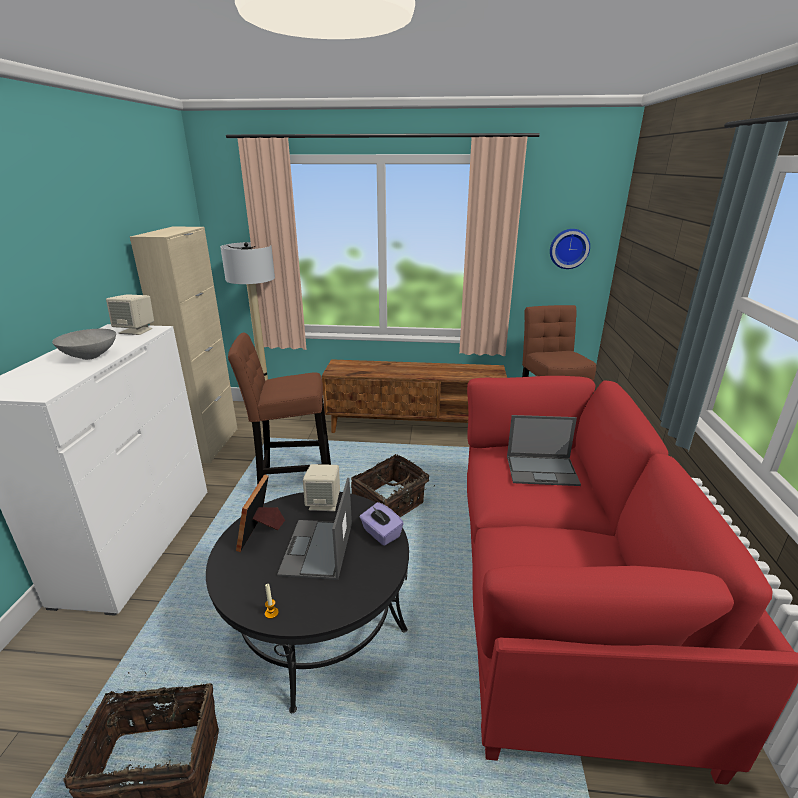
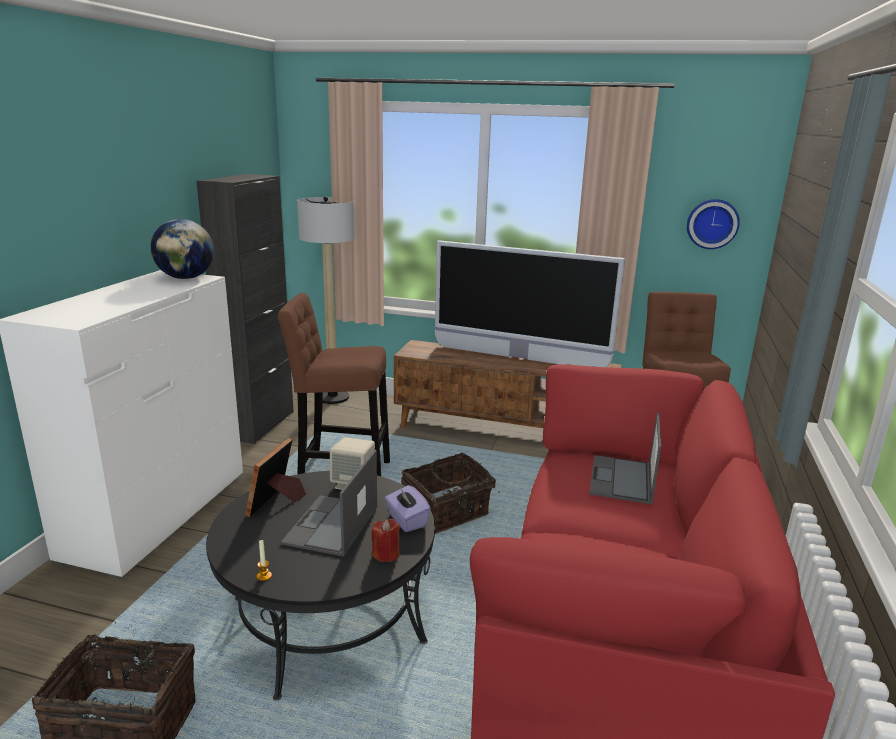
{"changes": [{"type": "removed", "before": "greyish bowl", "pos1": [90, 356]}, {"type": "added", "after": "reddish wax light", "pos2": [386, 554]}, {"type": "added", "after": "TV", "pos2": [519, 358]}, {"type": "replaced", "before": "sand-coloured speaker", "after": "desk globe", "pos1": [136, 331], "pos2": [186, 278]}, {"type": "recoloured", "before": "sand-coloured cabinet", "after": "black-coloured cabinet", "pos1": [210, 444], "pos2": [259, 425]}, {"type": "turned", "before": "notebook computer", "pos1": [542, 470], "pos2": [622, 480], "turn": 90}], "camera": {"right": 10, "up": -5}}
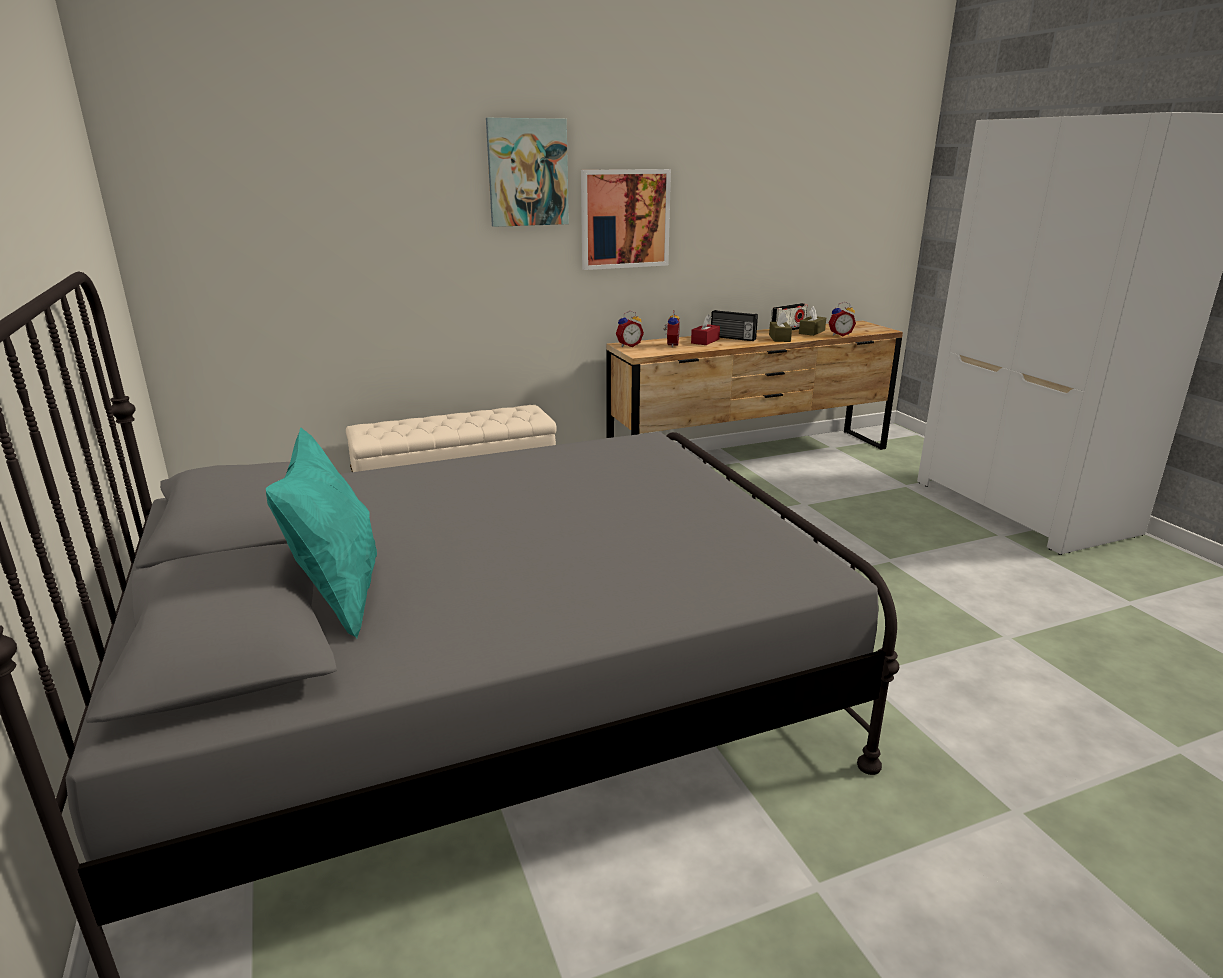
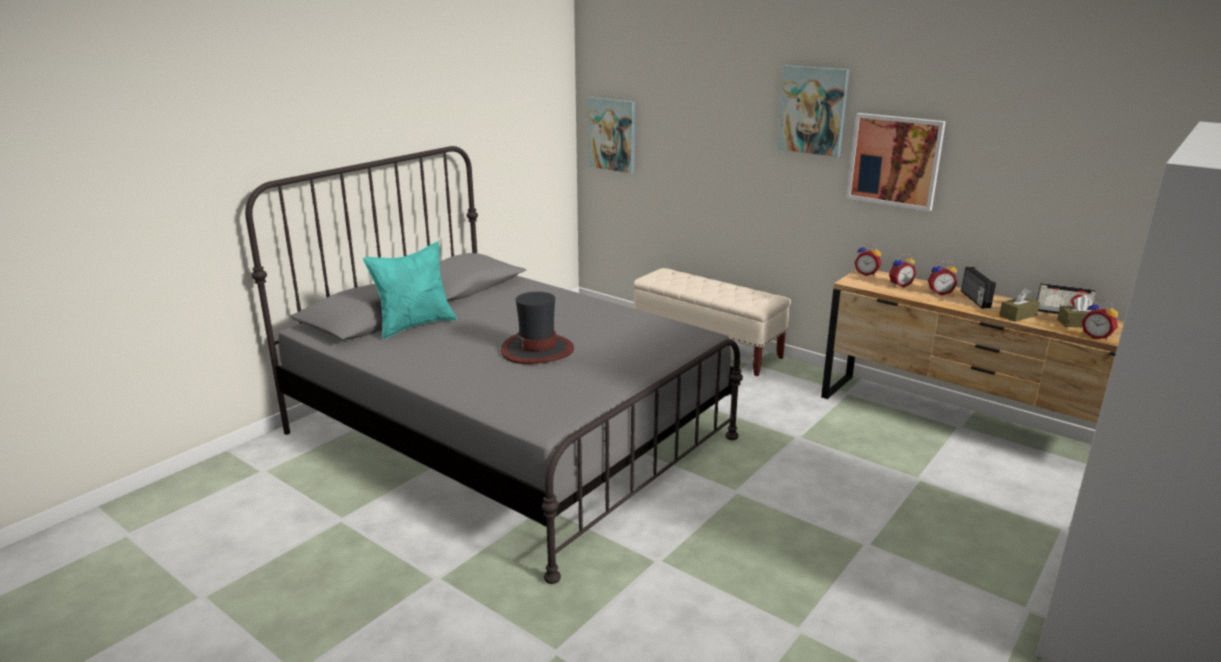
{"changes": [{"type": "added", "after": "hat", "pos2": [537, 350]}, {"type": "added", "after": "picture", "pos2": [612, 134]}, {"type": "replaced", "before": "reddish tissue box", "after": "table clock", "pos1": [705, 341], "pos2": [939, 293]}], "camera": {"right": 60, "up": 0}}
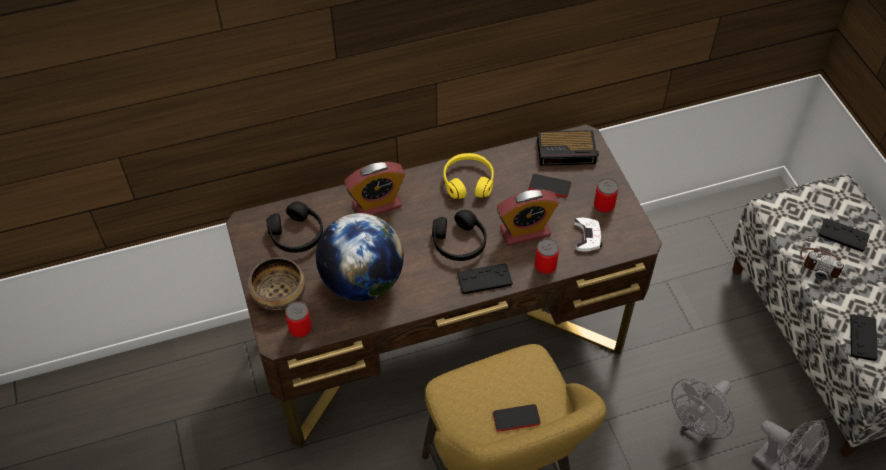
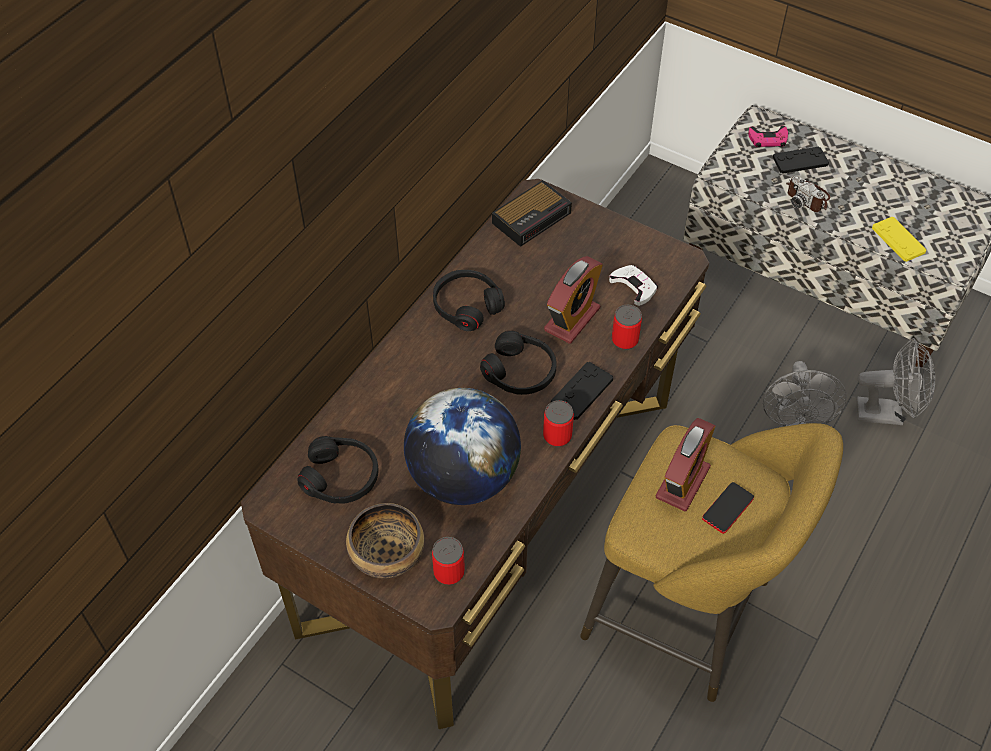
{"changes": [{"type": "removed", "before": "phone", "pos1": [549, 186]}, {"type": "added", "after": "pinkish joypad", "pos2": [768, 139]}, {"type": "moved", "before": "table clock", "pos1": [377, 204], "pos2": [682, 482]}, {"type": "moved", "before": "sealed can", "pos1": [604, 205], "pos2": [557, 436]}, {"type": "recoloured", "before": "yellowish headphones", "after": "black-coloured headphones", "pos1": [468, 181], "pos2": [466, 305]}, {"type": "recoloured", "before": "black-coloured joypad", "after": "yellowish joypad", "pos1": [863, 338], "pos2": [898, 240]}, {"type": "turned", "before": "still camera", "pos1": [821, 264], "pos2": [807, 197], "turn": 60}], "camera": {"right": -40, "up": 0}}
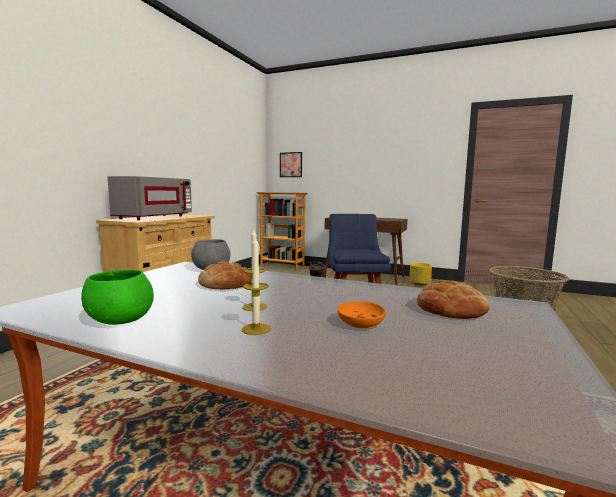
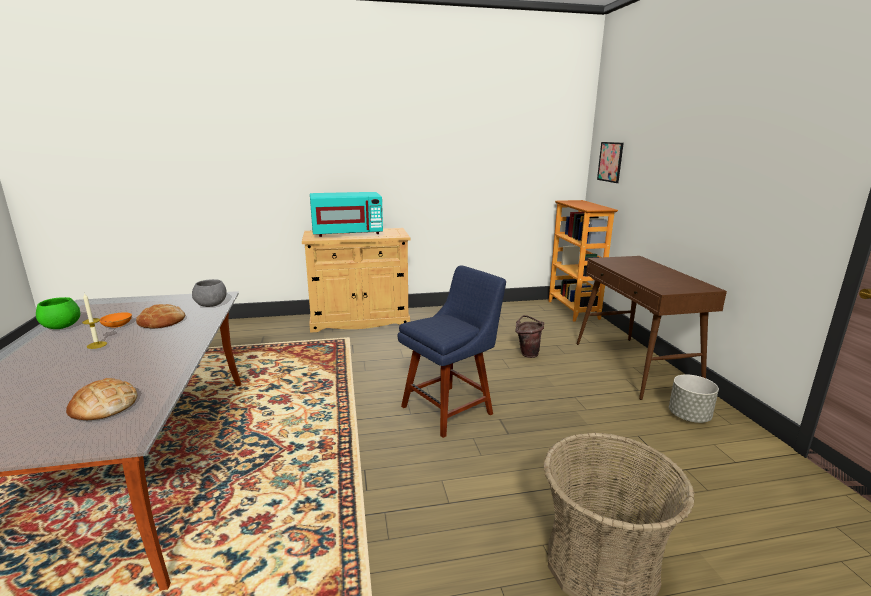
{"changes": [{"type": "removed", "before": "wax light", "pos1": [256, 329]}, {"type": "moved", "before": "orangey bowl", "pos1": [361, 323], "pos2": [117, 325]}, {"type": "recoloured", "before": "greyish microwave", "after": "turquoise microwave", "pos1": [153, 217], "pos2": [347, 233]}, {"type": "recoloured", "before": "yellowish flower pot", "after": "greyish flower pot", "pos1": [419, 284], "pos2": [689, 417]}], "camera": {"right": 55, "up": 10}}
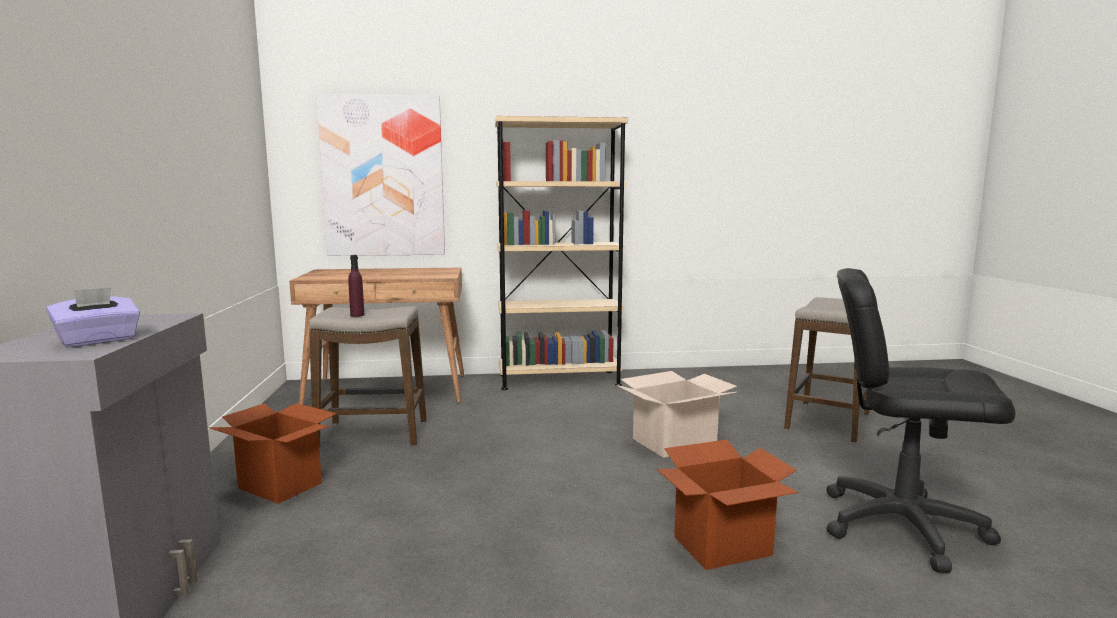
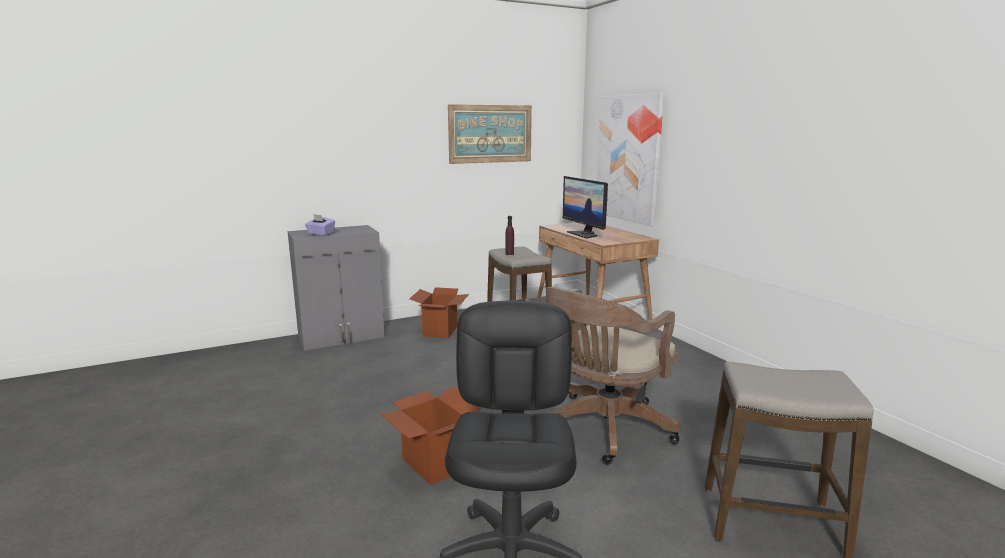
{"changes": [{"type": "removed", "before": "sand-coloured bookcase", "pos1": [559, 380]}, {"type": "added", "after": "picture", "pos2": [490, 134]}, {"type": "added", "after": "computer screen", "pos2": [584, 234]}, {"type": "replaced", "before": "carton", "after": "brownish desk chair", "pos1": [674, 442], "pos2": [603, 429]}], "camera": {"right": 70, "up": 5}}
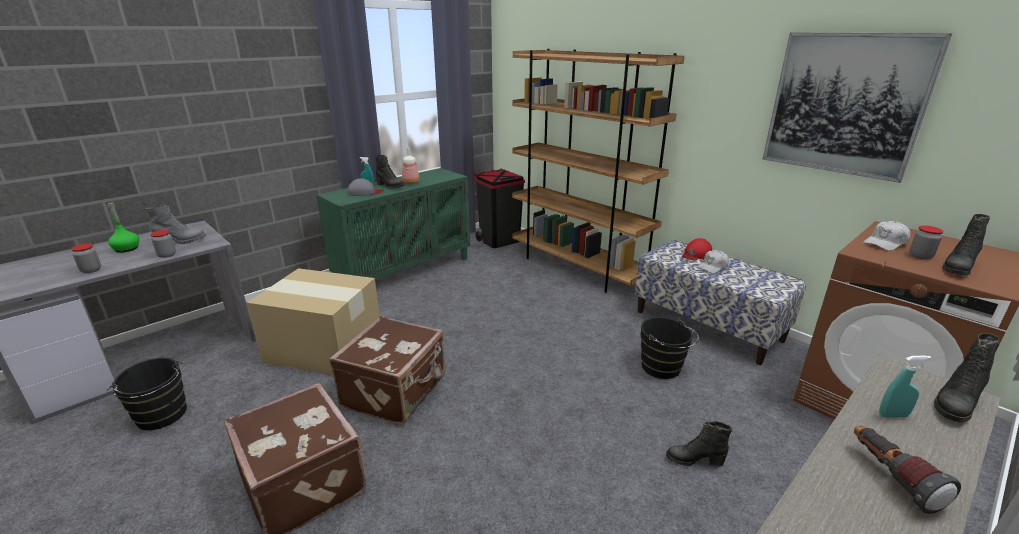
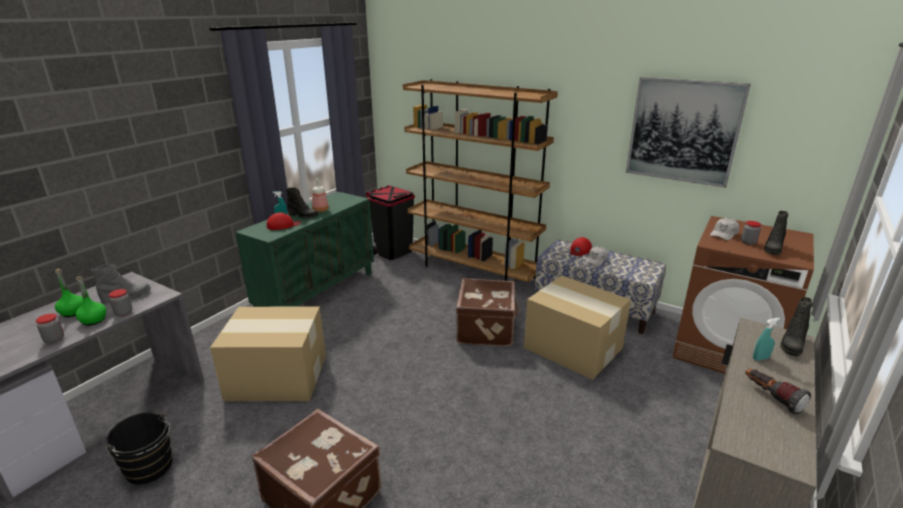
{"changes": [{"type": "removed", "before": "black-coloured tall boot", "pos1": [694, 460]}, {"type": "added", "after": "greenish bottle", "pos2": [93, 320]}, {"type": "moved", "before": "brownish suitcase", "pos1": [396, 391], "pos2": [487, 329]}, {"type": "replaced", "before": "black-coloured pail", "after": "carton", "pos1": [663, 369], "pos2": [574, 348]}, {"type": "recoloured", "before": "greyish baseball cap", "after": "reddish baseball cap", "pos1": [365, 192], "pos2": [283, 225]}], "camera": {"right": -15, "up": 0}}
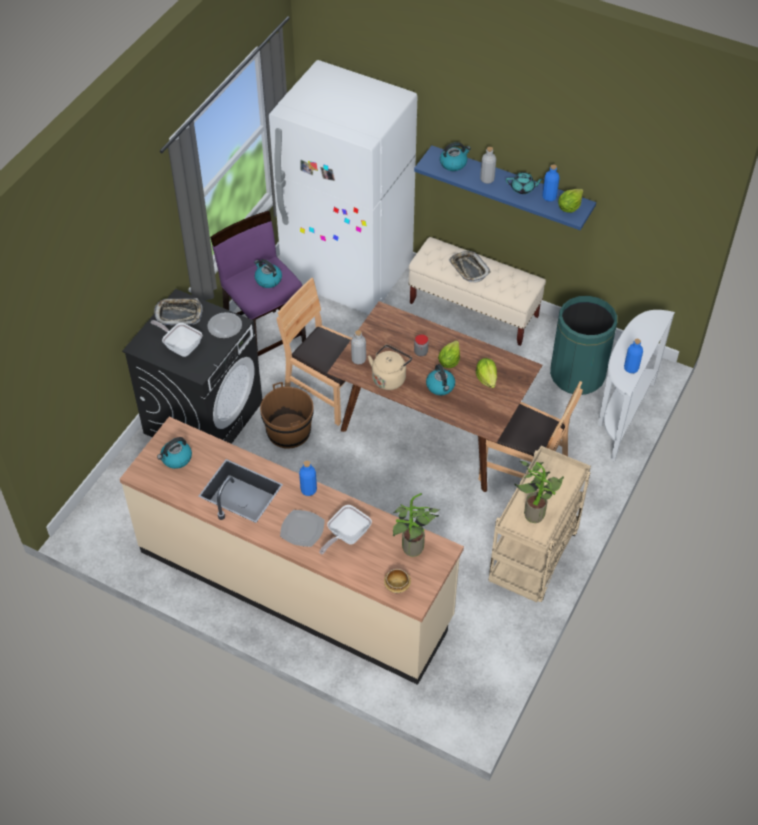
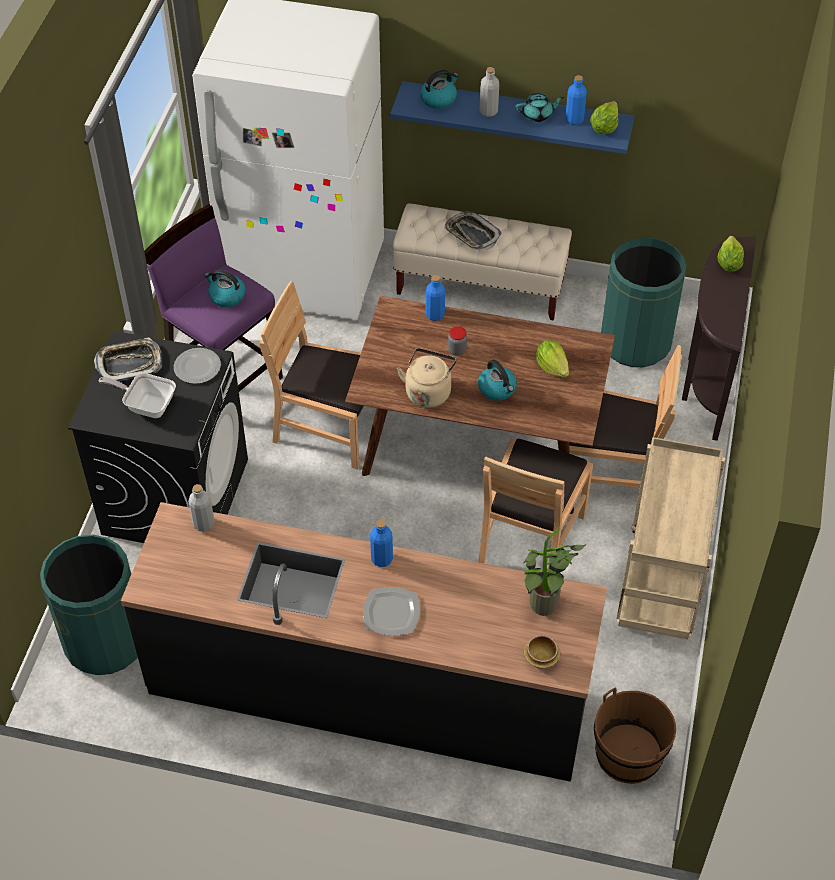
{"changes": [{"type": "removed", "before": "kettle", "pos1": [176, 459]}, {"type": "removed", "before": "skillet", "pos1": [346, 536]}, {"type": "removed", "before": "potted plant", "pos1": [536, 513]}, {"type": "added", "after": "greenish trash can", "pos2": [105, 641]}, {"type": "added", "after": "brownish plain chair", "pos2": [530, 537]}, {"type": "moved", "before": "brownish pail", "pos1": [289, 431], "pos2": [628, 754]}, {"type": "moved", "before": "greyish bottle", "pos1": [358, 359], "pos2": [203, 524]}, {"type": "moved", "before": "lettuce head", "pos1": [449, 361], "pos2": [728, 263]}, {"type": "moved", "before": "blue bottle", "pos1": [631, 368], "pos2": [435, 315]}, {"type": "recoloured", "before": "sand-coloured kitchen base unit", "after": "black-coloured kitchen base unit", "pos1": [295, 584], "pos2": [369, 688]}, {"type": "recoloured", "before": "whitish hall table", "after": "brownish hall table", "pos1": [621, 416], "pos2": [706, 382]}], "camera": {"right": -15, "up": 0}}
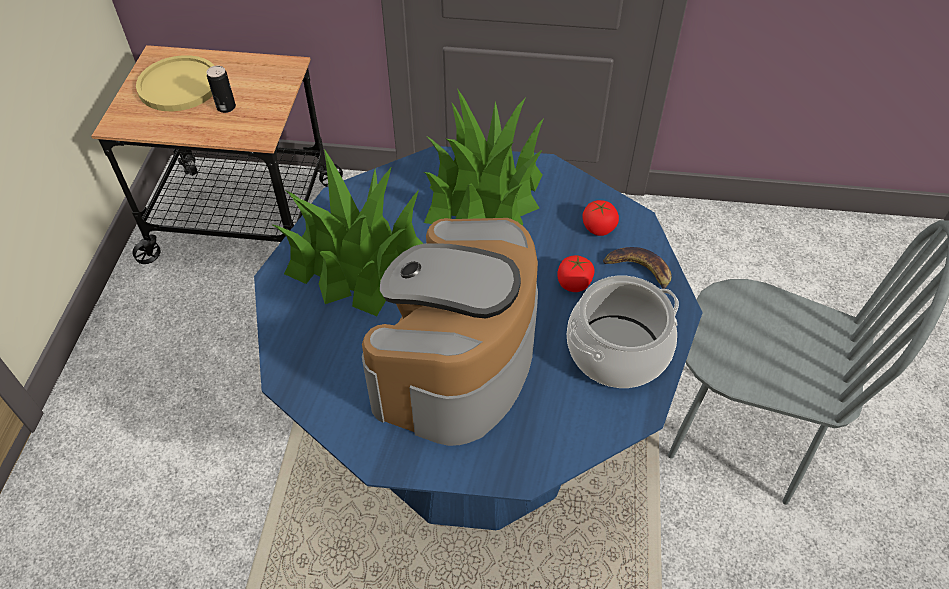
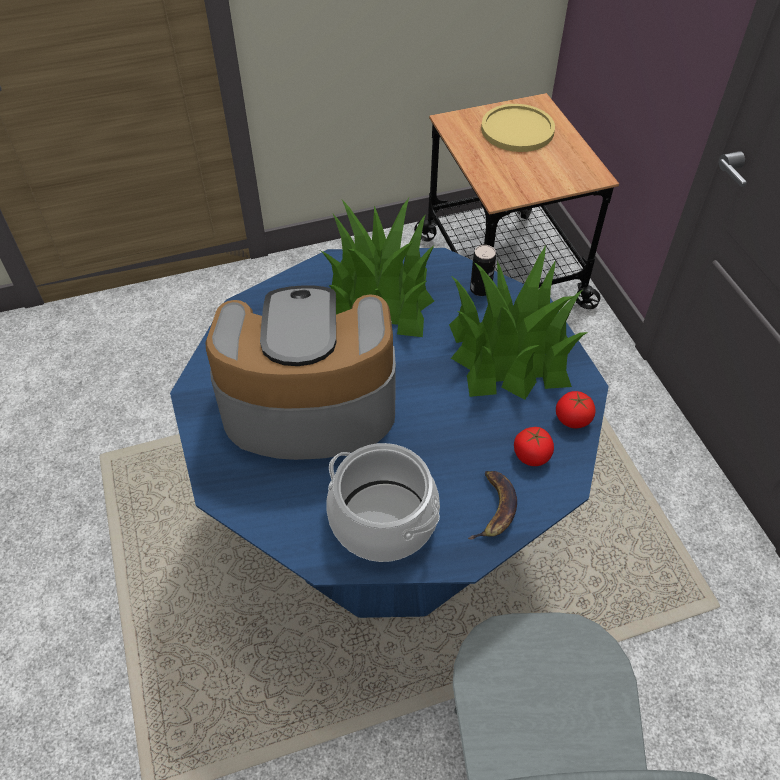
{"changes": [{"type": "moved", "before": "sealed can", "pos1": [226, 107], "pos2": [480, 289]}, {"type": "moved", "before": "tomato", "pos1": [574, 283], "pos2": [572, 419]}], "camera": {"right": 65, "up": 0}}
